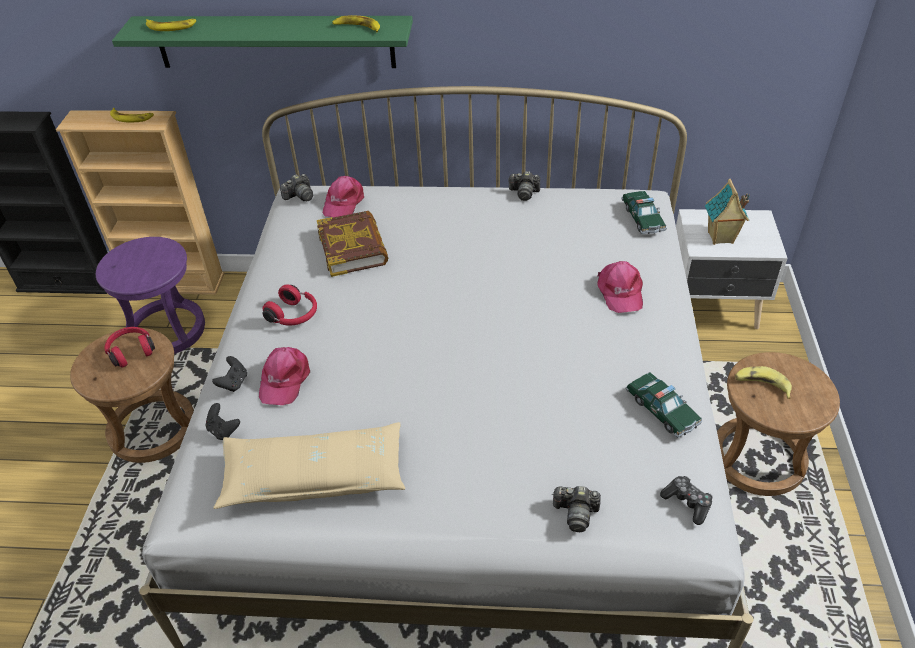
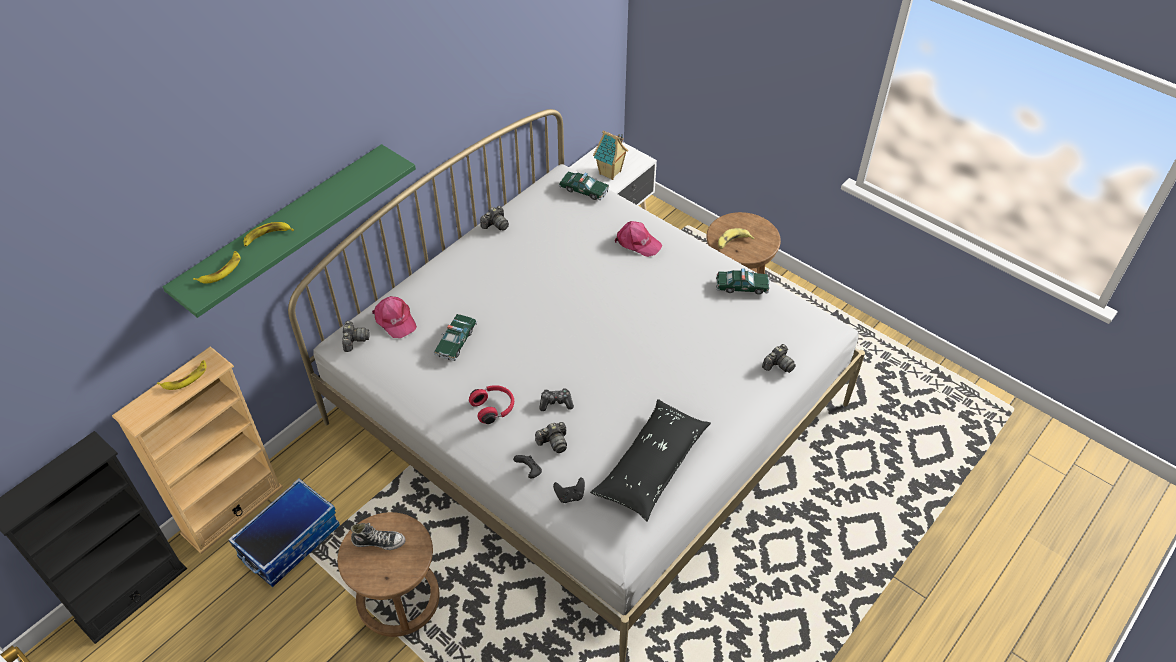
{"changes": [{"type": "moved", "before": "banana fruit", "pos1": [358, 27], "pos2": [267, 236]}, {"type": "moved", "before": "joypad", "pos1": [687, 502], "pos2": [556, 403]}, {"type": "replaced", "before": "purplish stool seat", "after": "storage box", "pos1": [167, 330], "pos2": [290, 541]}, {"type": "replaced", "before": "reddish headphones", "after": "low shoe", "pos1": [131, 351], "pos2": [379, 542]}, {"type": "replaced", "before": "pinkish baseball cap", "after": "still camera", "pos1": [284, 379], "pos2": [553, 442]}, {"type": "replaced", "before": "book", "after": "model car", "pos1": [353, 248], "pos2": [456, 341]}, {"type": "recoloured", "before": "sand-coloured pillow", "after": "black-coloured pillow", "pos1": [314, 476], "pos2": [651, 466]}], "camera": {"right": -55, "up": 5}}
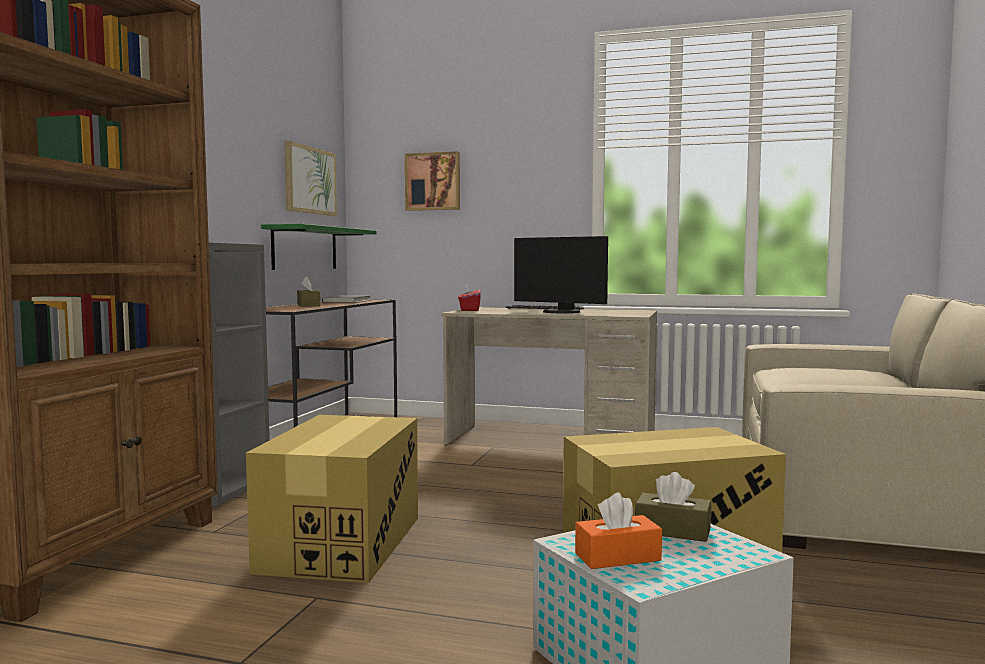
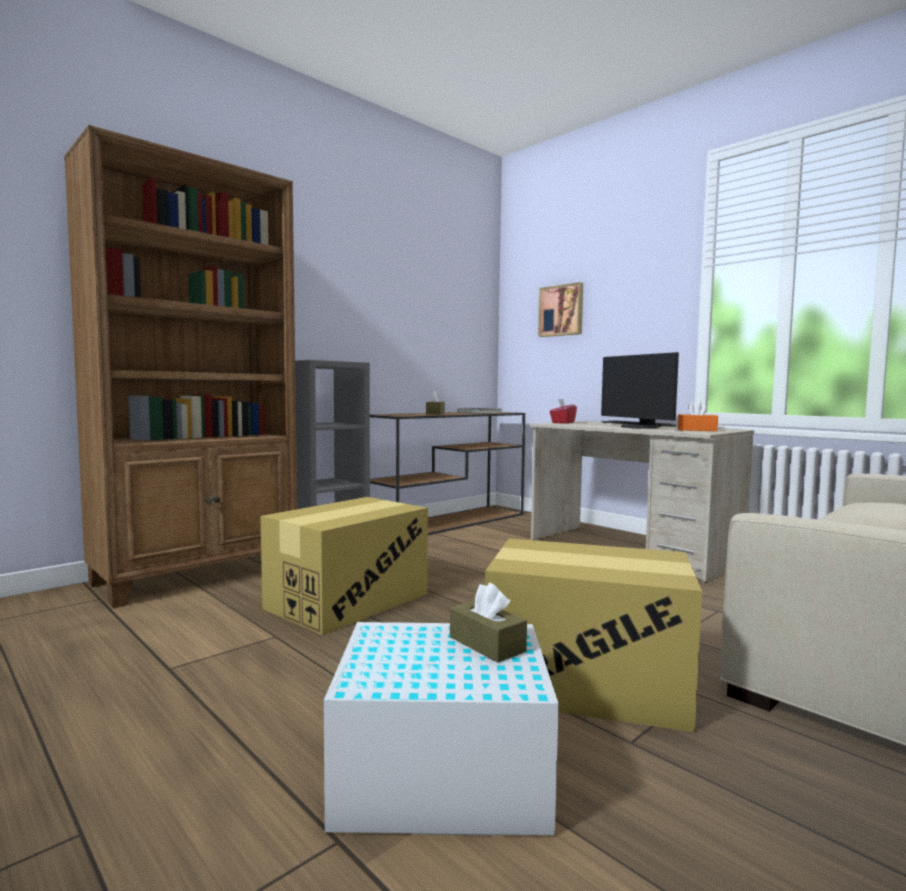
{"changes": [{"type": "removed", "before": "greenish shelf", "pos1": [305, 248]}, {"type": "removed", "before": "picture", "pos1": [309, 180]}, {"type": "moved", "before": "orangey tissue box", "pos1": [617, 557], "pos2": [697, 430]}], "camera": {"right": 30, "up": 0}}
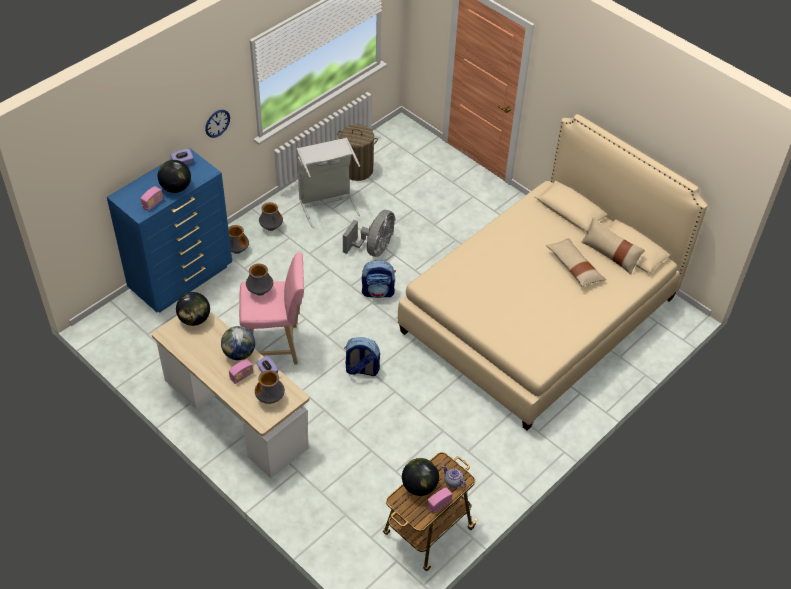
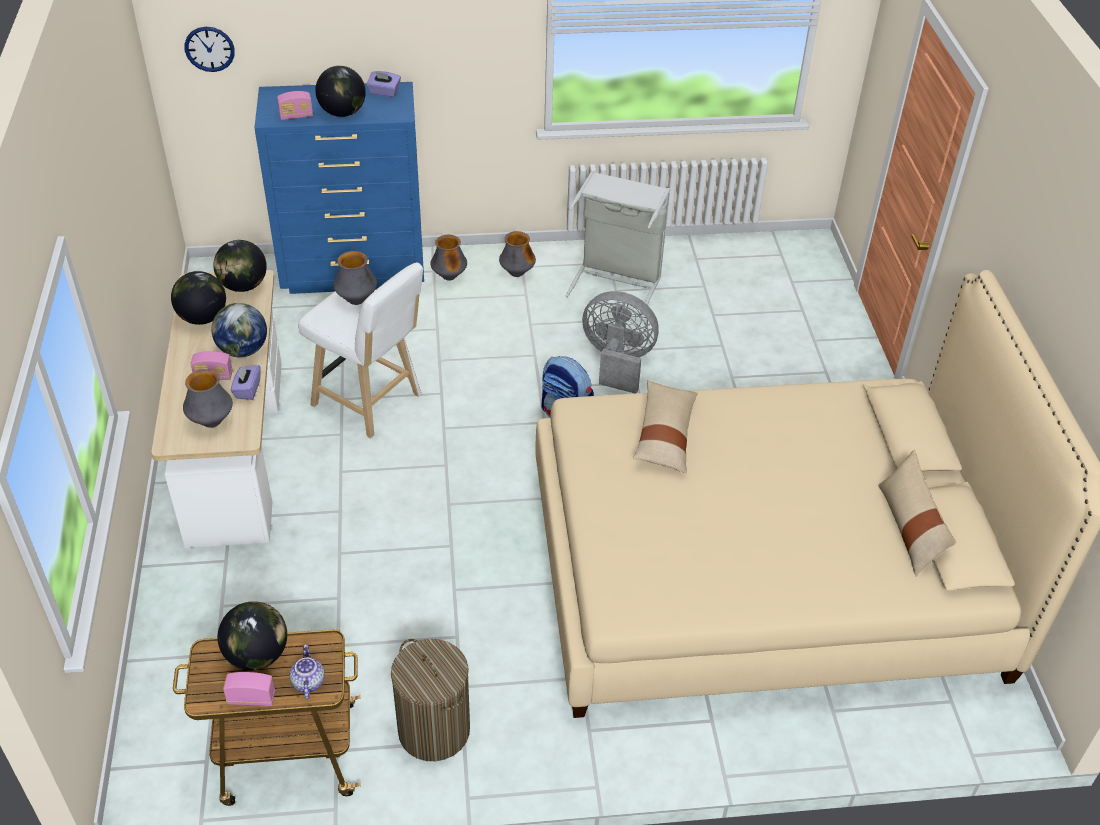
{"changes": [{"type": "removed", "before": "knapsack", "pos1": [361, 370]}, {"type": "added", "after": "desk globe", "pos2": [203, 318]}, {"type": "moved", "before": "clock on the wall", "pos1": [217, 123], "pos2": [209, 49]}, {"type": "moved", "before": "washing basket", "pos1": [357, 170], "pos2": [434, 730]}, {"type": "moved", "before": "sand-coloured pillow", "pos1": [574, 267], "pos2": [665, 435]}, {"type": "recoloured", "before": "pinkish stool seat", "after": "whitish stool seat", "pos1": [276, 345], "pos2": [371, 403]}, {"type": "turned", "before": "greyish fan", "pos1": [373, 249], "pos2": [617, 362], "turn": -135}], "camera": {"right": 40, "up": -5}}
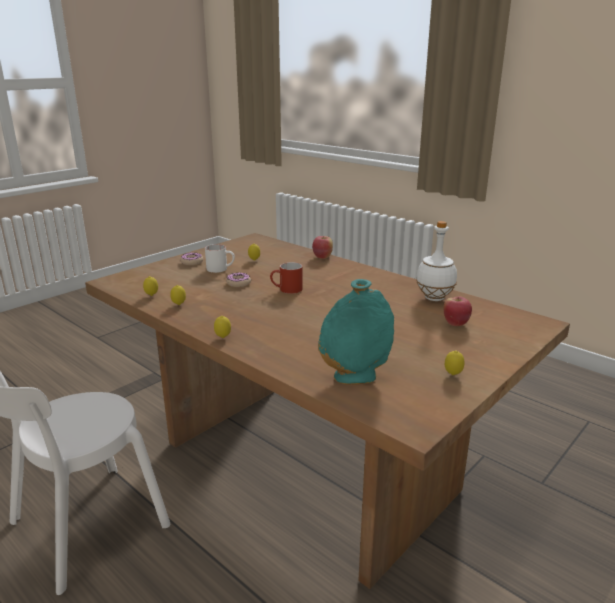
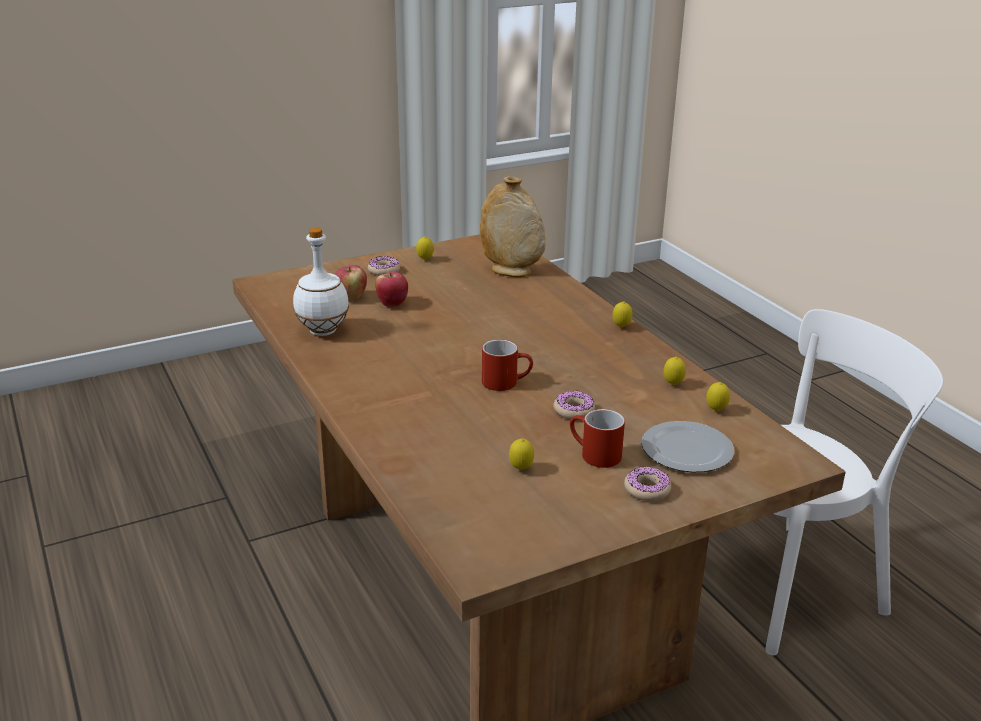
{"changes": [{"type": "added", "after": "donut", "pos2": [384, 271]}, {"type": "added", "after": "plate", "pos2": [685, 451]}, {"type": "moved", "before": "apple", "pos1": [322, 257], "pos2": [392, 304]}, {"type": "recoloured", "before": "whitish tea mug", "after": "reddish tea mug", "pos1": [221, 269], "pos2": [593, 455]}, {"type": "recoloured", "before": "turquoise flower vase", "after": "sand-coloured flower vase", "pos1": [354, 377], "pos2": [511, 272]}], "camera": {"right": -160, "up": 5}}
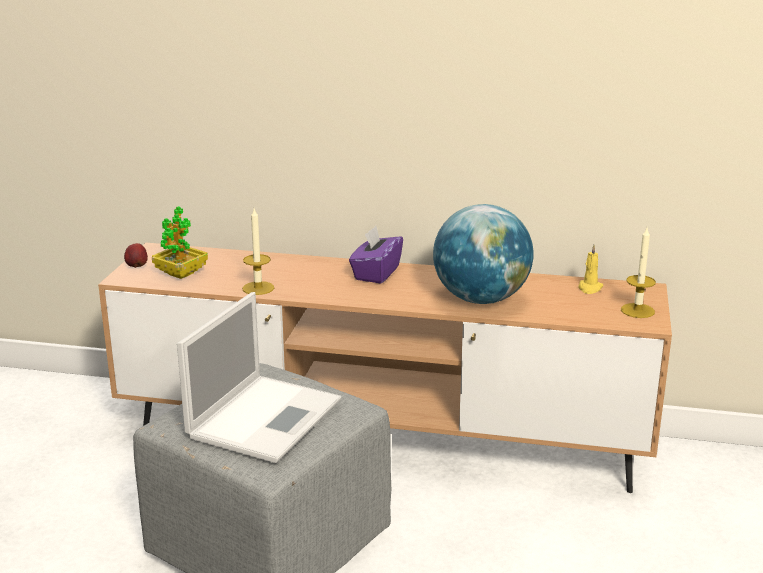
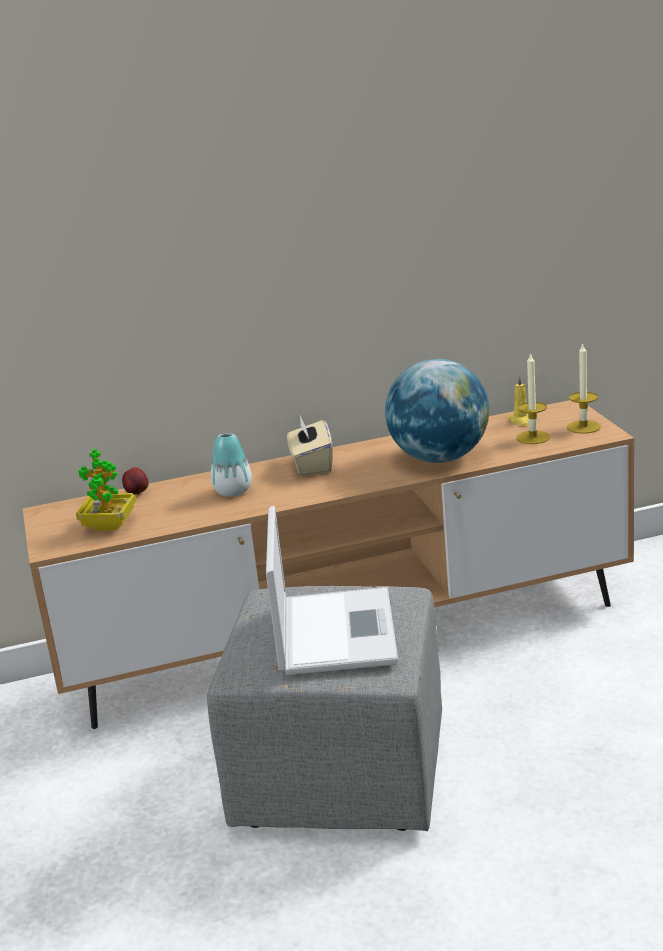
{"changes": [{"type": "added", "after": "flower vase", "pos2": [233, 492]}, {"type": "moved", "before": "apple", "pos1": [137, 266], "pos2": [137, 493]}, {"type": "moved", "before": "wax light", "pos1": [258, 288], "pos2": [533, 437]}, {"type": "recoloured", "before": "purplish tissue box", "after": "sand-coloured tissue box", "pos1": [376, 273], "pos2": [311, 465]}], "camera": {"right": -25, "up": 0}}
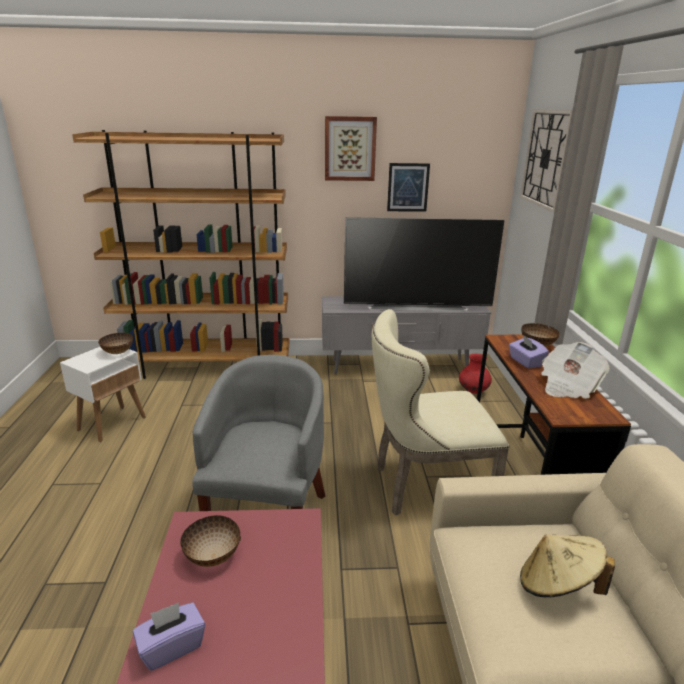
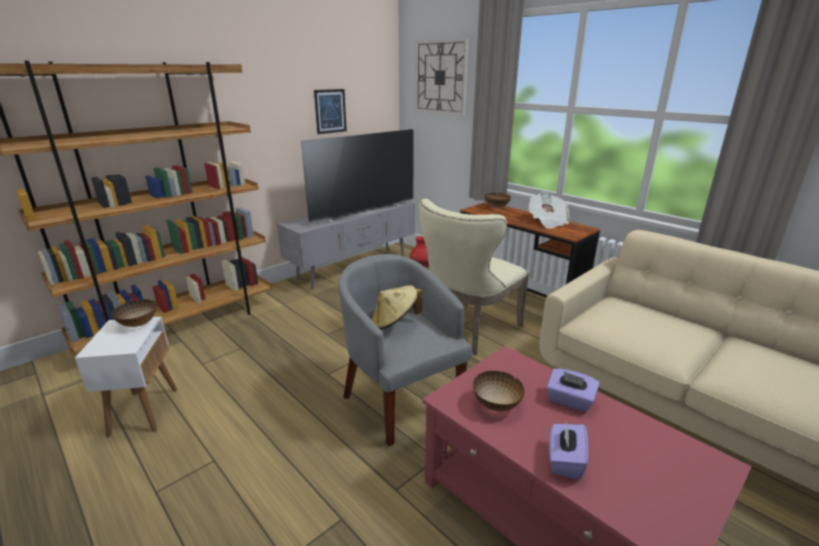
{"changes": [{"type": "removed", "before": "picture", "pos1": [350, 148]}, {"type": "moved", "before": "purplish tissue box", "pos1": [525, 362], "pos2": [570, 401]}, {"type": "moved", "before": "sand-coloured hat", "pos1": [557, 586], "pos2": [395, 322]}], "camera": {"right": -40, "up": 0}}
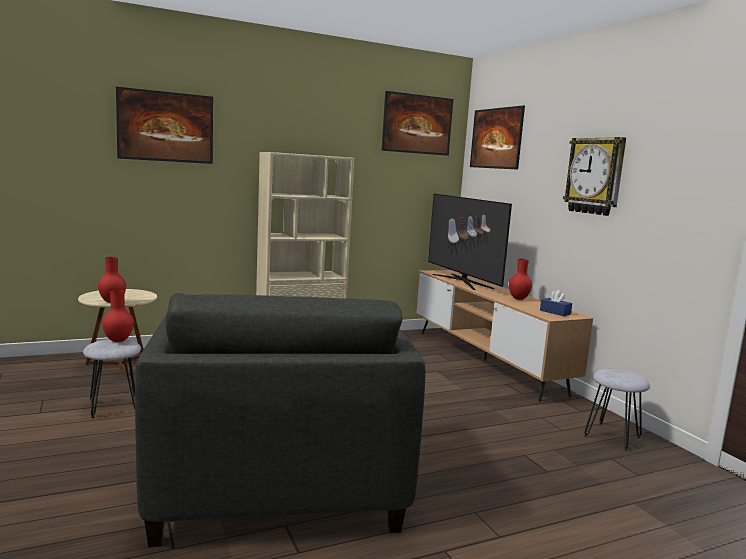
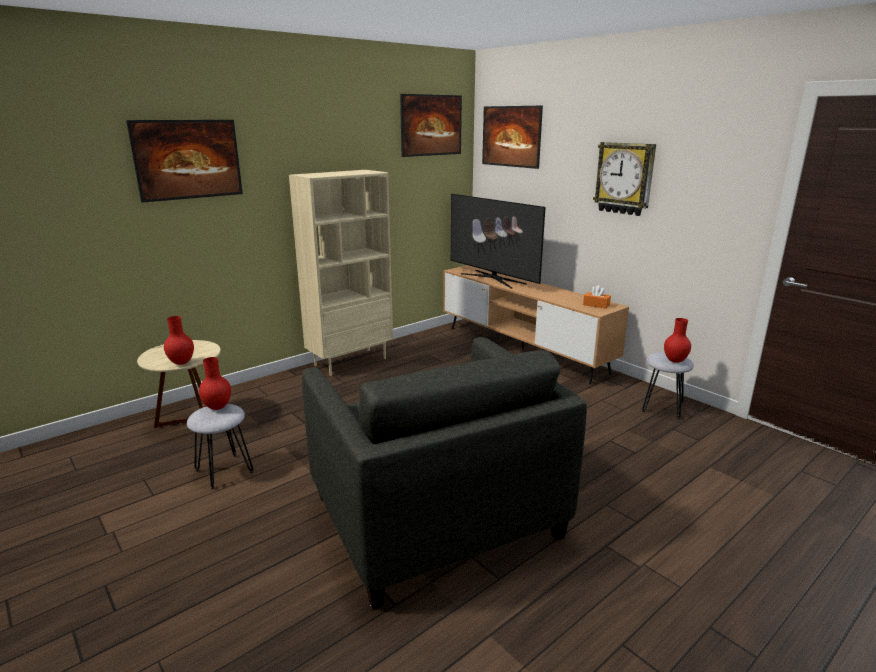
{"changes": [{"type": "moved", "before": "reddish flower vase", "pos1": [519, 299], "pos2": [675, 361]}, {"type": "recoloured", "before": "blue tissue box", "after": "orangey tissue box", "pos1": [555, 312], "pos2": [596, 305]}], "camera": {"right": -15, "up": 10}}
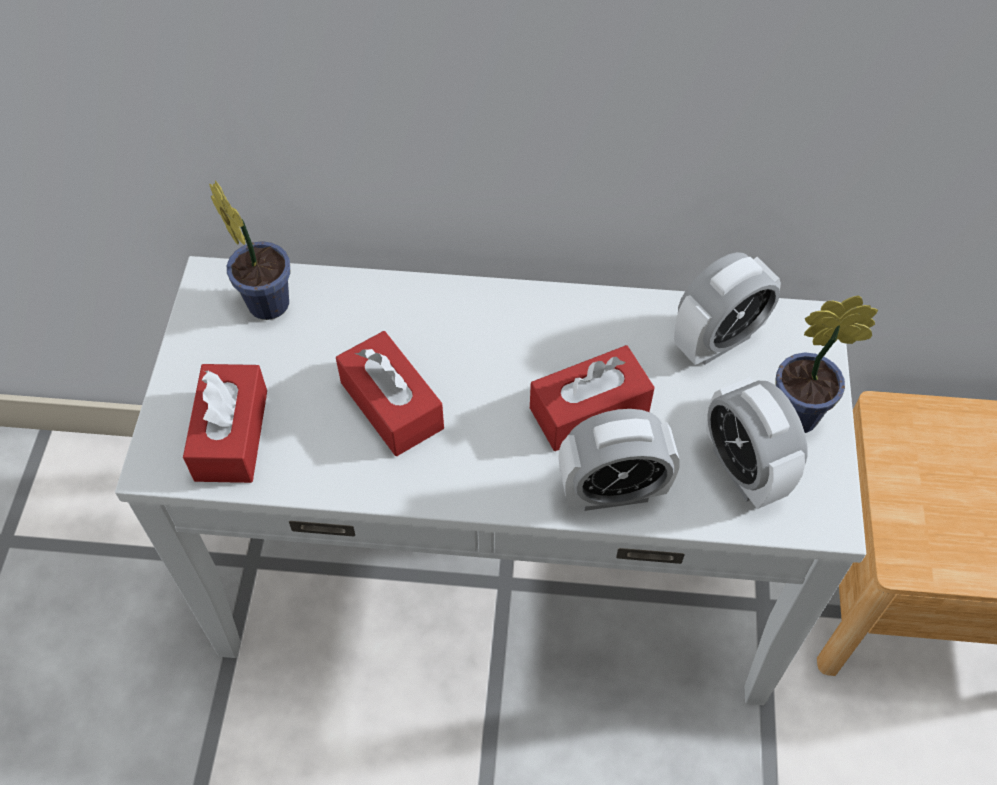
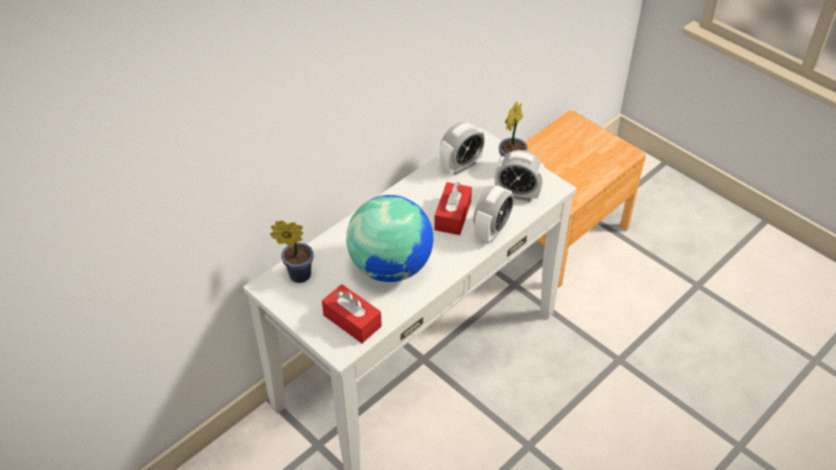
{"changes": [{"type": "replaced", "before": "reddish tissue box", "after": "desk globe", "pos1": [392, 405], "pos2": [391, 266]}, {"type": "turned", "before": "table clock", "pos1": [717, 341], "pos2": [461, 166], "turn": 45}], "camera": {"right": -50, "up": -10}}
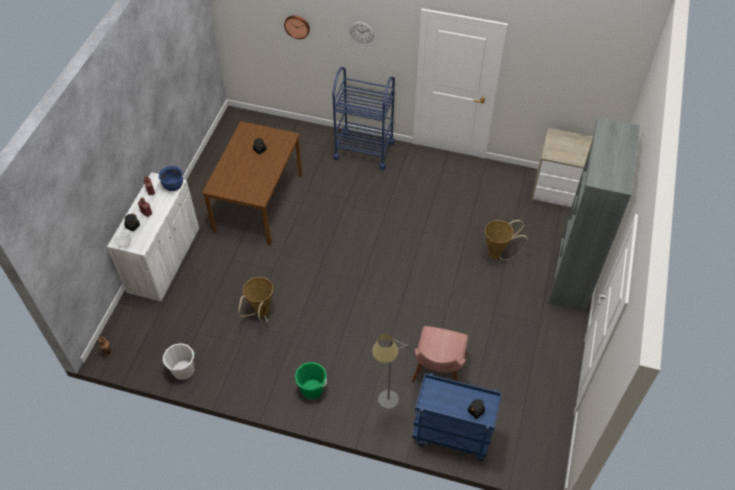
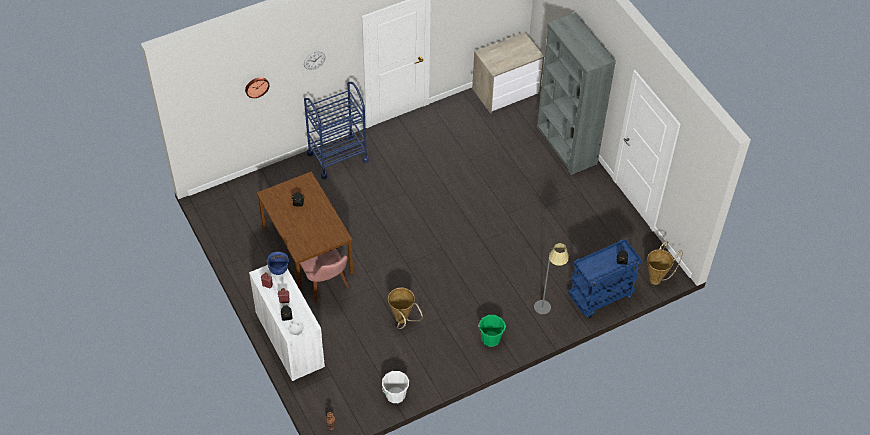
{"changes": [{"type": "moved", "before": "pinkish plain chair", "pos1": [437, 374], "pos2": [326, 285]}, {"type": "moved", "before": "basket", "pos1": [497, 254], "pos2": [657, 278]}], "camera": {"right": -45, "up": 0}}
